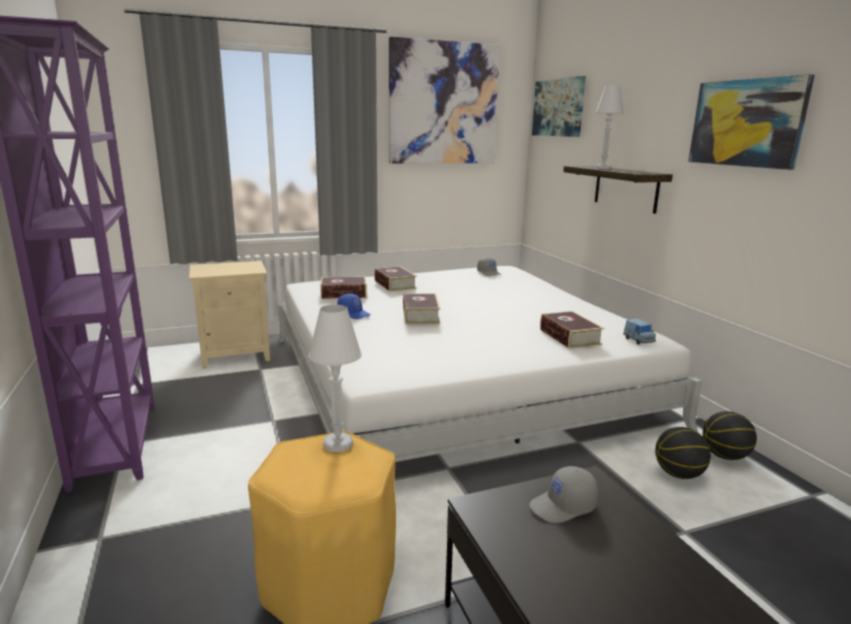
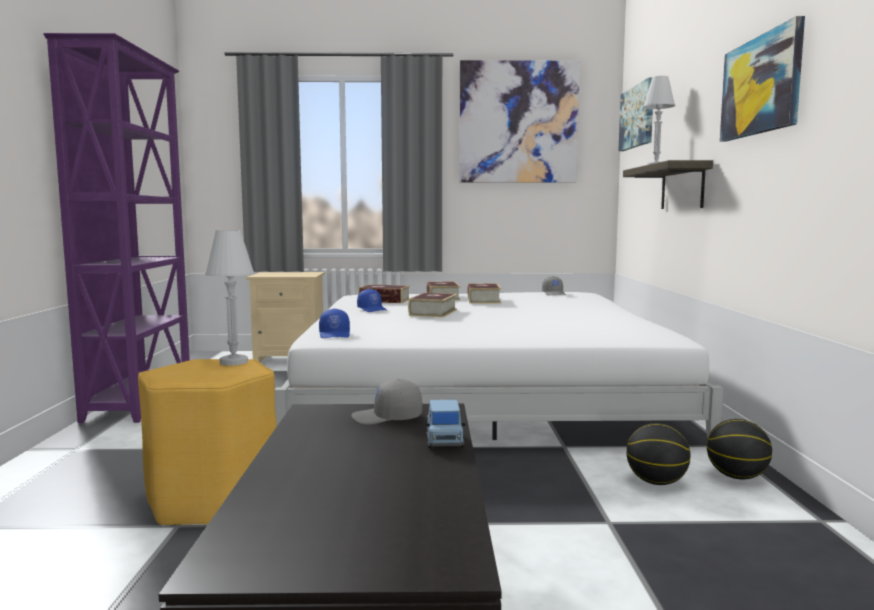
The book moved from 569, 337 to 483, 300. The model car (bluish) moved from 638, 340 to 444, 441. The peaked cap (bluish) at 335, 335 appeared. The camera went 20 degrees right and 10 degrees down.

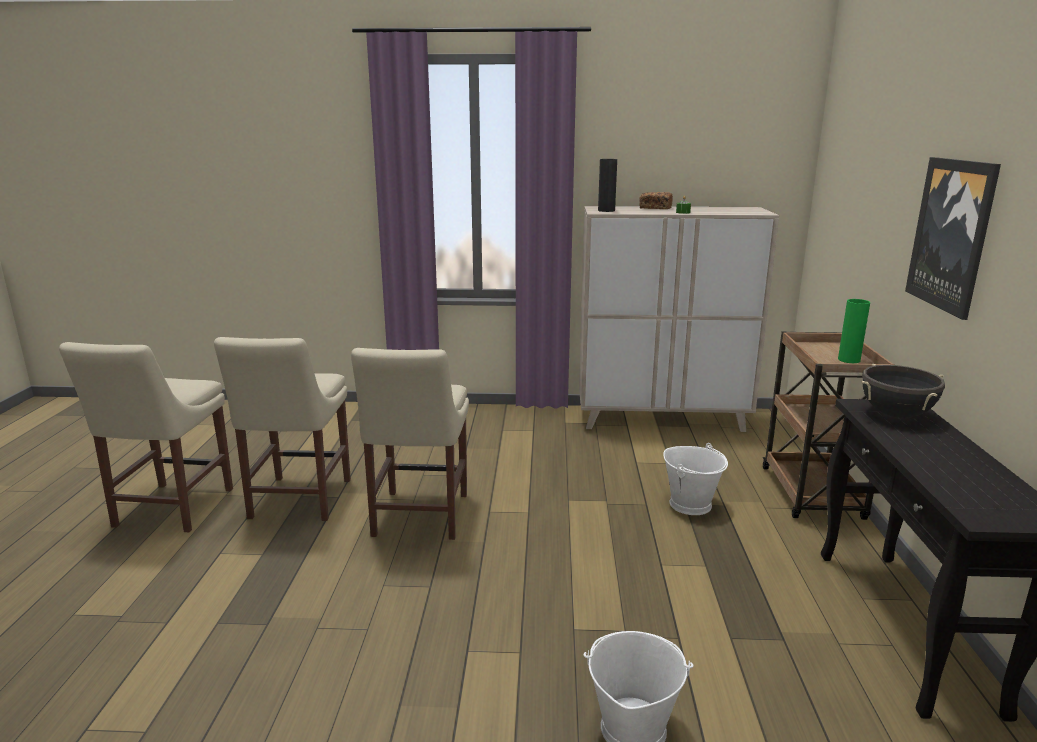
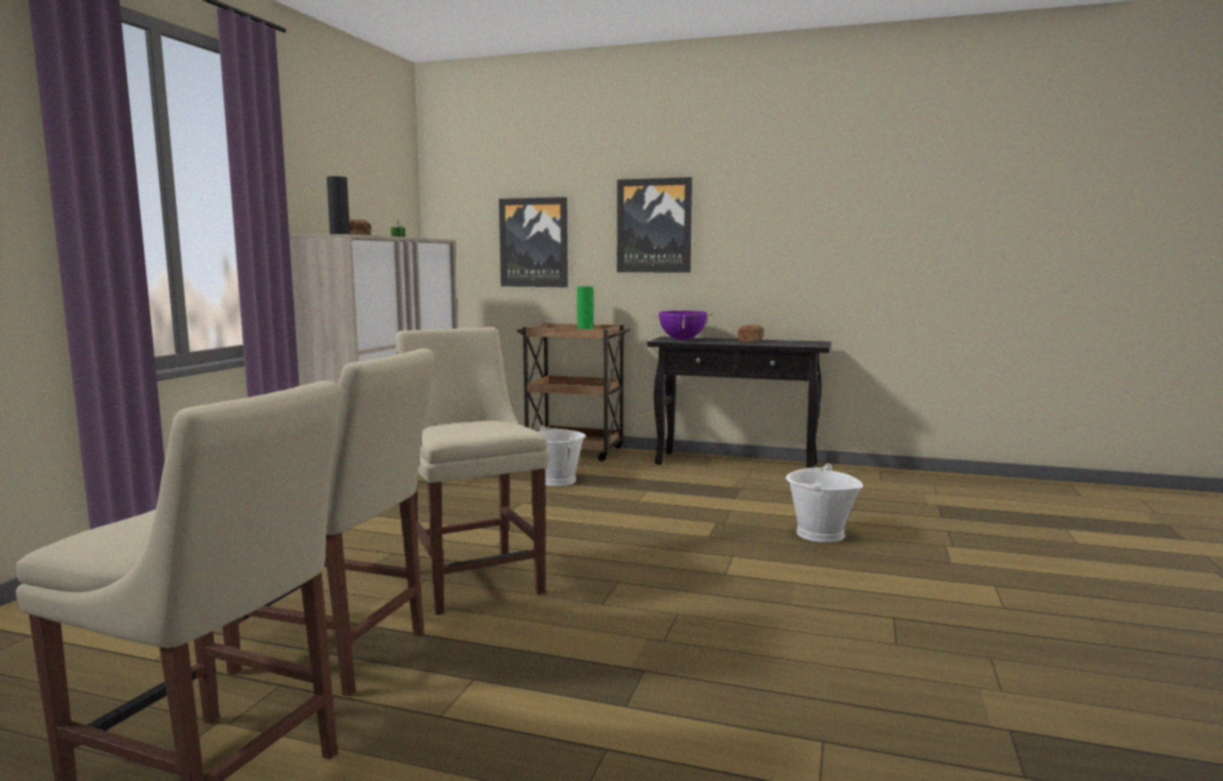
The upright chair (sand-coloured) at 419, 517 turned 135 degrees counterclockwise. The stockpot (black) at 896, 415 became the stockpot (purple) at 682, 339. The wall picture at 534, 242 appeared. The bakery bread at 750, 340 appeared. The camera went 75 degrees left and 10 degrees down.

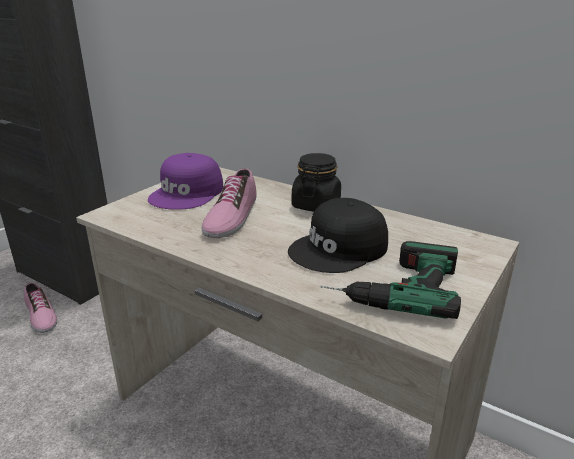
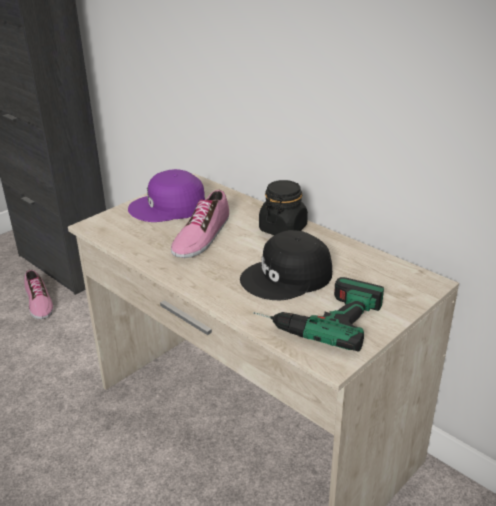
The peaked cap (purple) at 188, 193 turned 45 degrees clockwise. The camera went 10 degrees right and 5 degrees up.

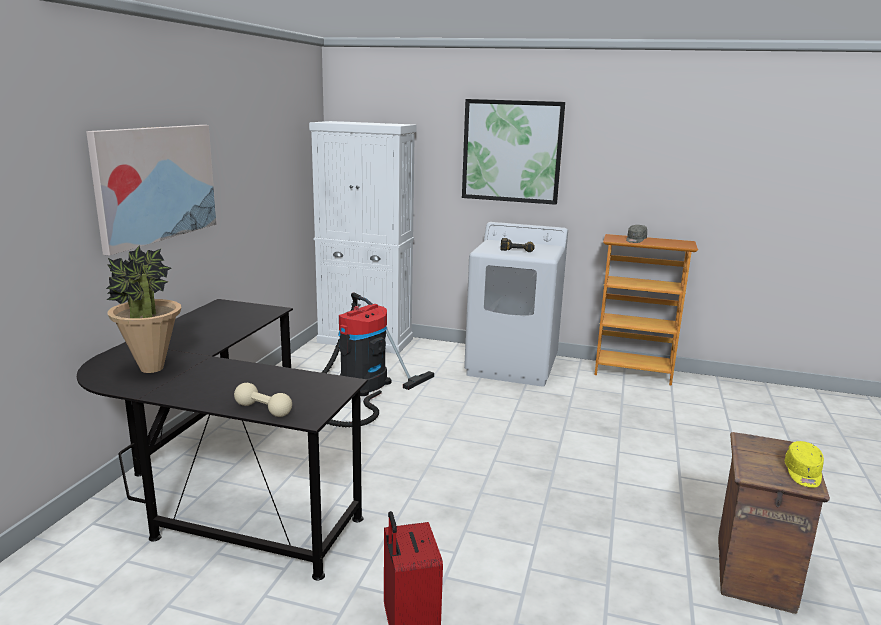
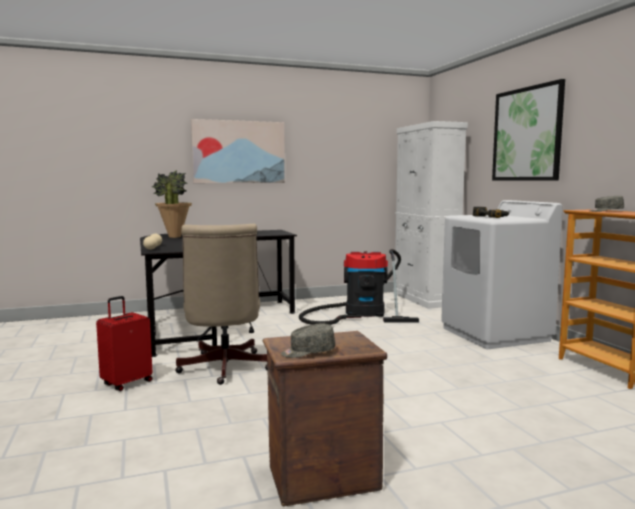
The peaked cap (yellow-coloured) at 803, 473 became the peaked cap (gray) at 308, 352. The computer chair (sand-coloured) at 224, 369 appeared. The camera went 55 degrees right and 10 degrees down.

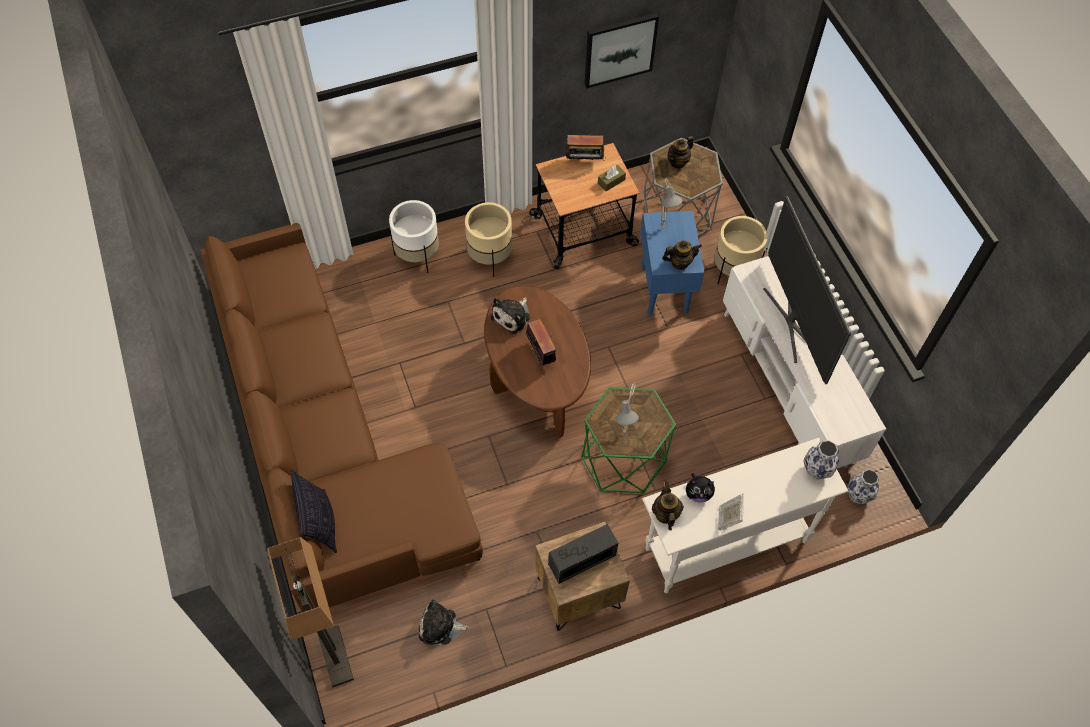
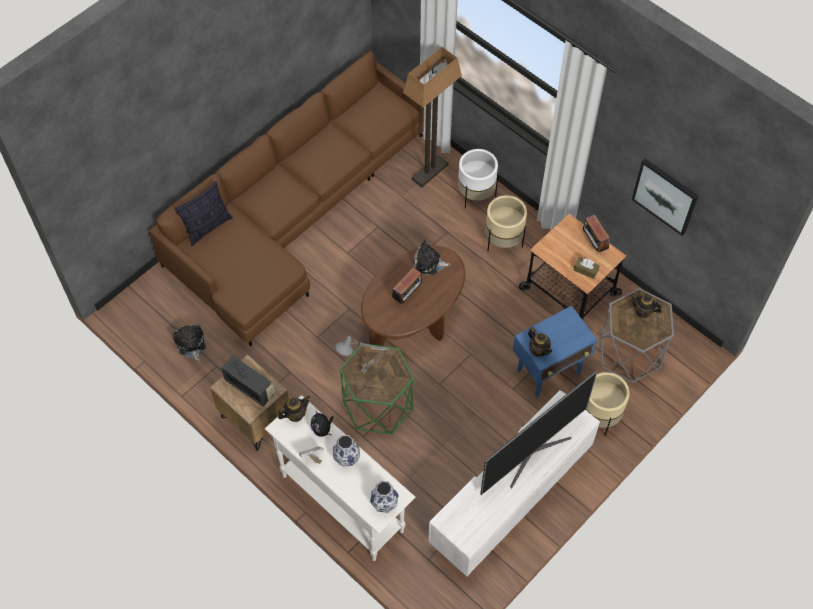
The floor lamp moved from 335, 656 to 430, 171. The lamp for a table (gray) at 663, 229 disappeared. The decorative vase moved from 859, 495 to 346, 459. The camera went 65 degrees right and 0 degrees up.

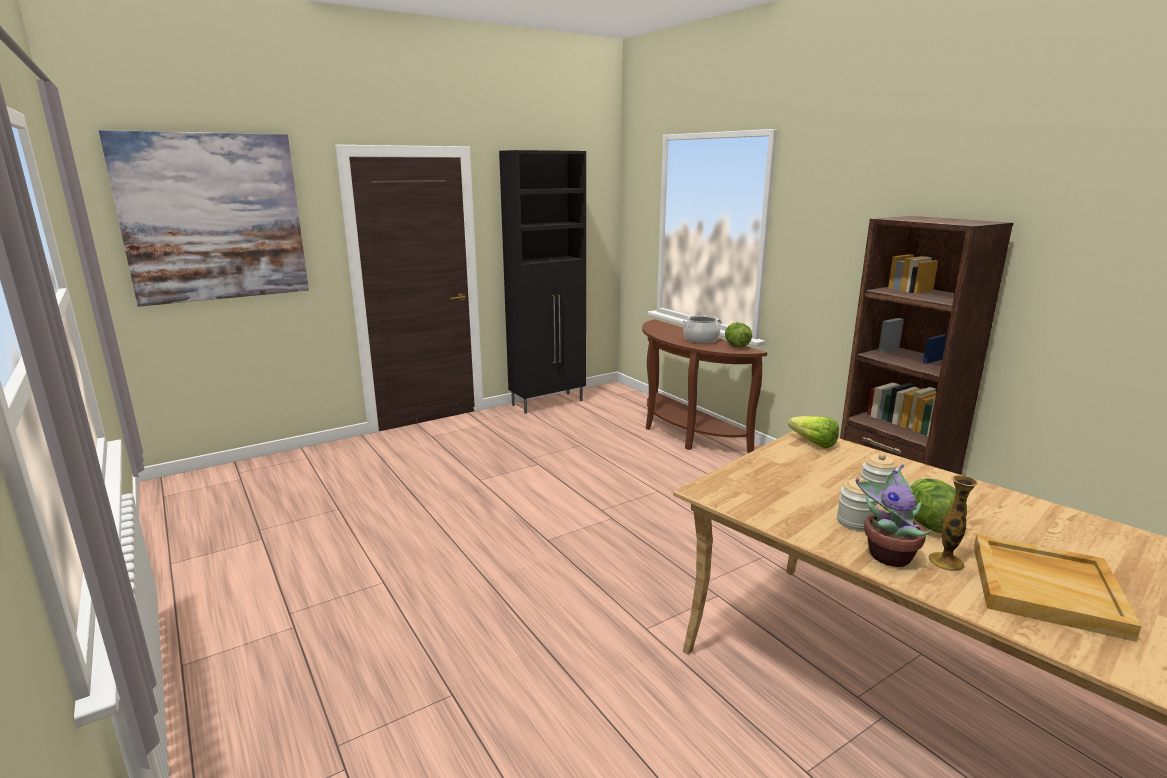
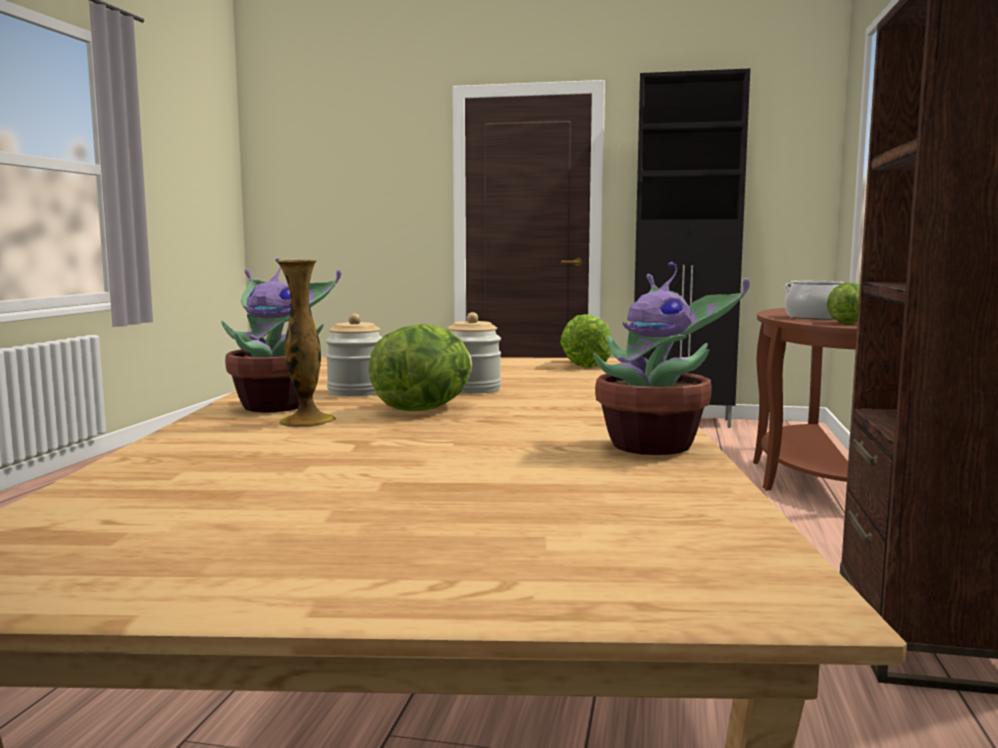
The wall picture at 213, 218 disappeared. The tray (sand-coloured) at 1047, 588 disappeared. The houseplant at 656, 446 appeared. The camera went 45 degrees right and 10 degrees down.

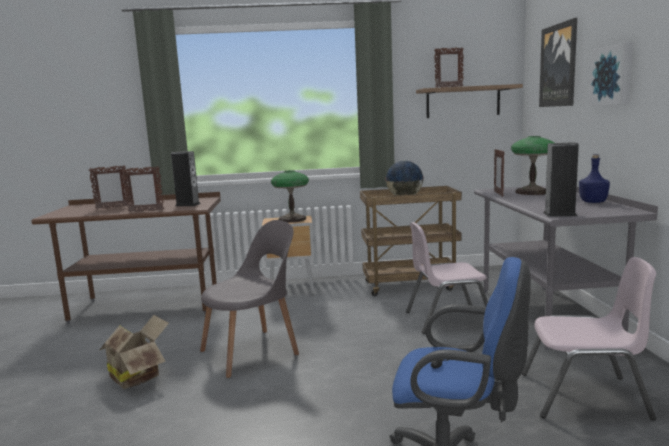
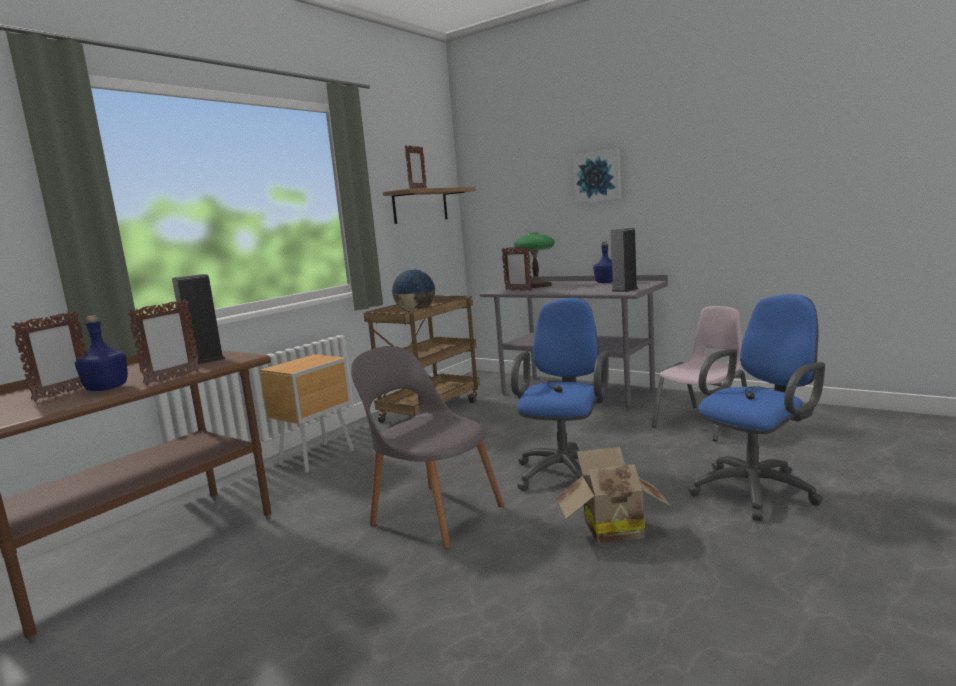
The cardboard box moved from 138, 375 to 610, 528. The upright chair (gray) at 253, 351 turned 60 degrees counterclockwise. The lamp for a table at 292, 219 disappeared. The upright chair (pink) at 448, 319 disappeared. The wall picture at 559, 65 disappeared. The beverage bottle (bluish) at 106, 388 appeared. The computer chair (bluish) at 566, 471 appeared. The camera went 50 degrees left and 0 degrees up.

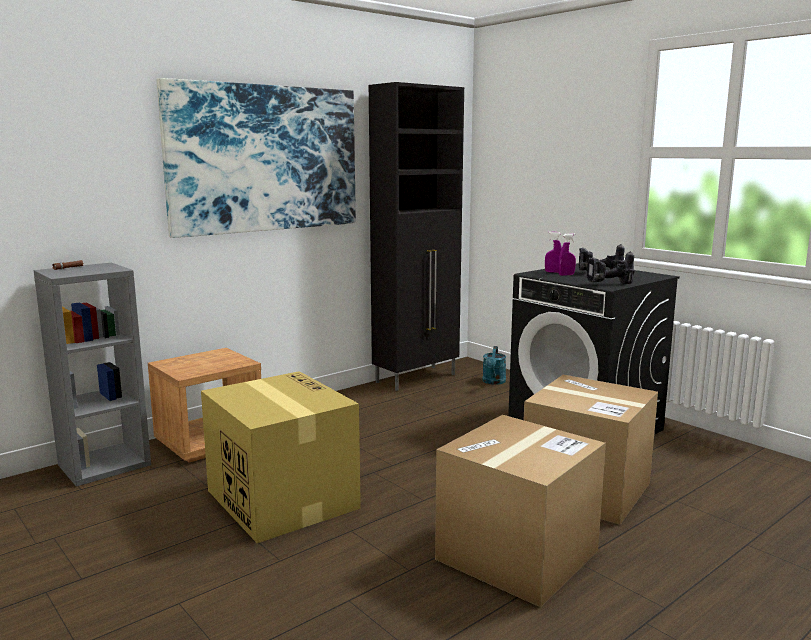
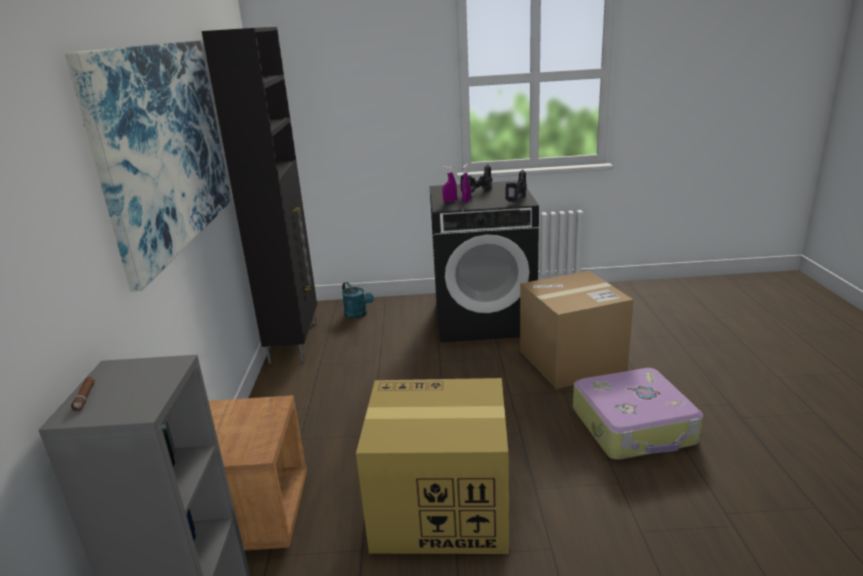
The cardboard box at 517, 555 was replaced by the suitcase at 634, 426. The camera went 50 degrees left and 10 degrees up.

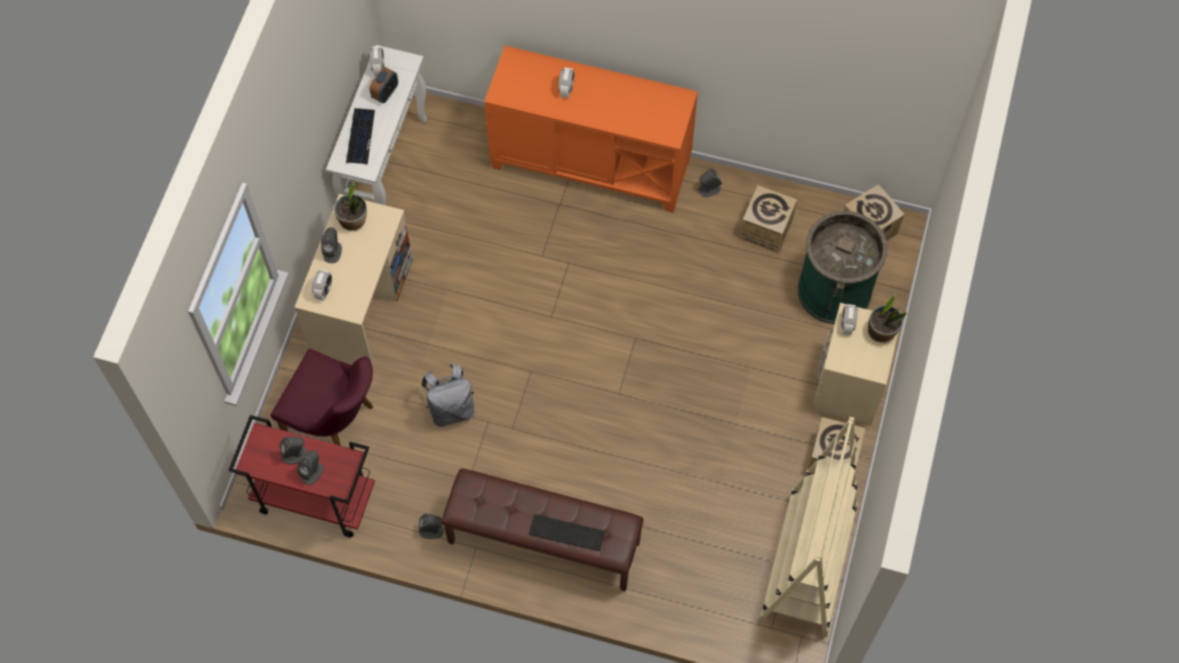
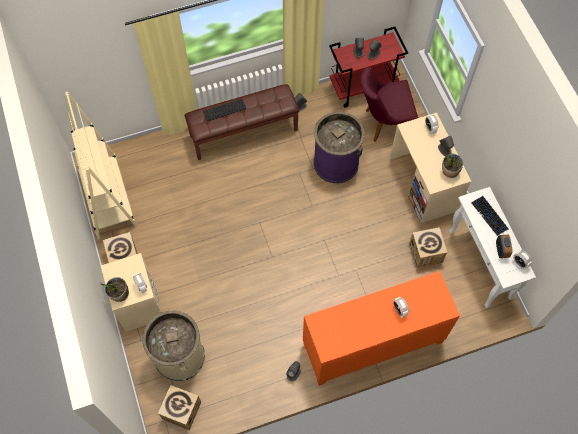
The backpack (gray) at 451, 409 was replaced by the waste bin (purple) at 336, 163. The cardboard box moved from 766, 229 to 425, 253. The waste bin (green) at 834, 290 became the waste bin (sand-coloured) at 179, 356. The camera went 145 degrees right and 0 degrees up.

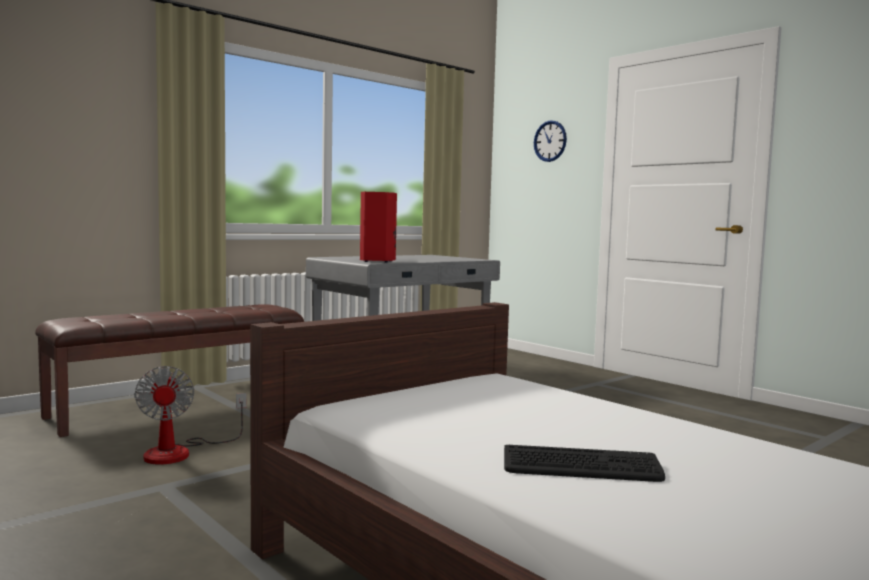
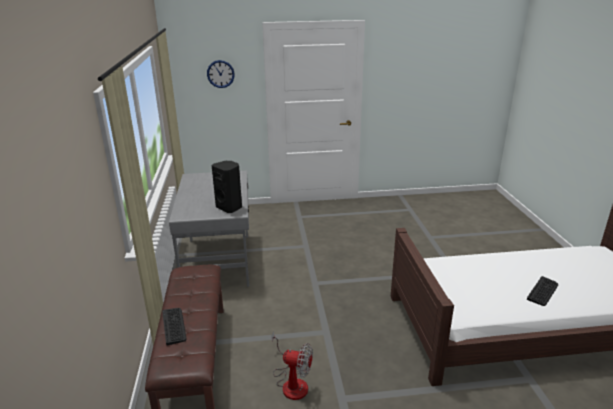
The speaker (reddish) at 378, 261 became the speaker (black) at 230, 207. The keyboard at 174, 326 appeared. The camera went 55 degrees left and 20 degrees up.

